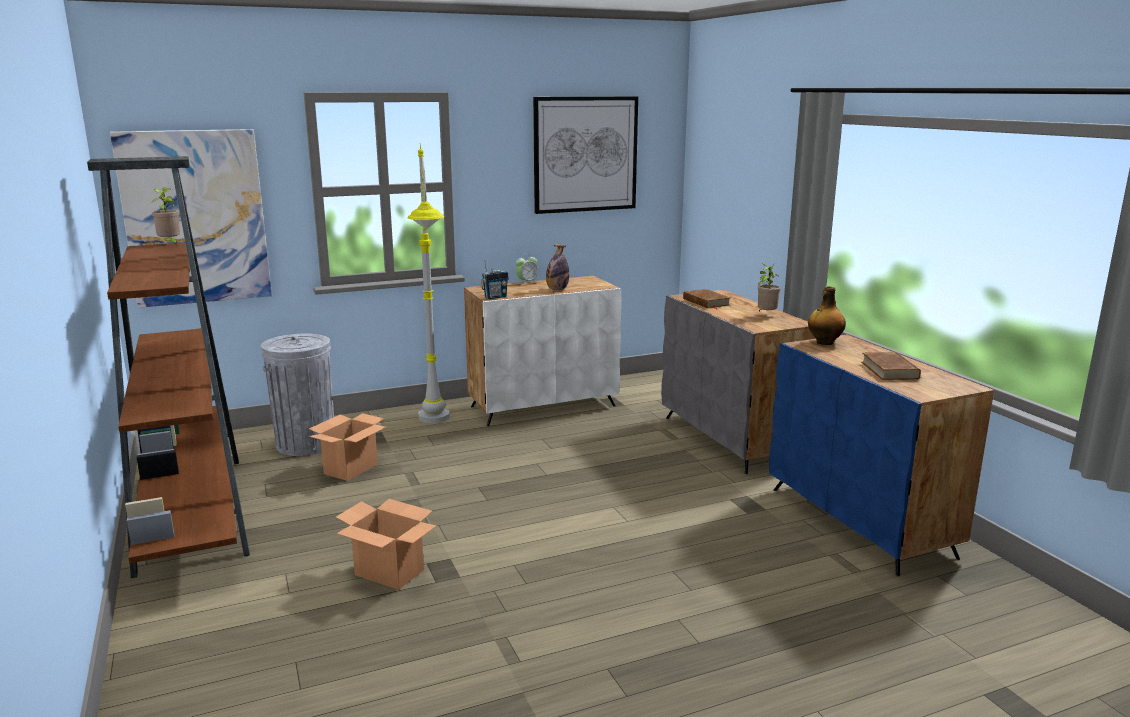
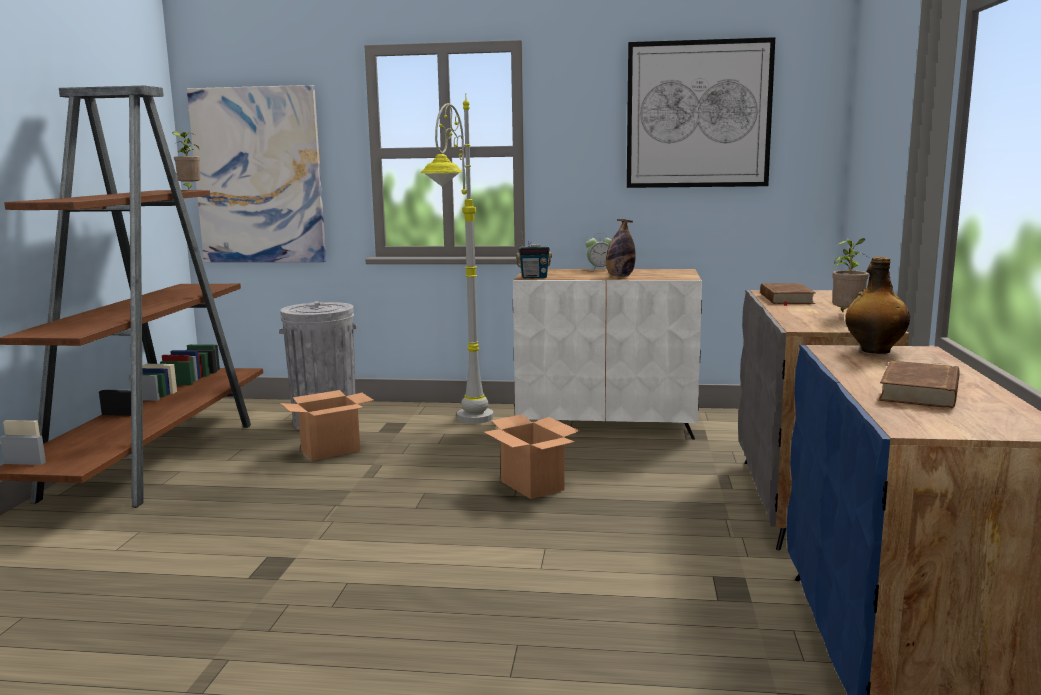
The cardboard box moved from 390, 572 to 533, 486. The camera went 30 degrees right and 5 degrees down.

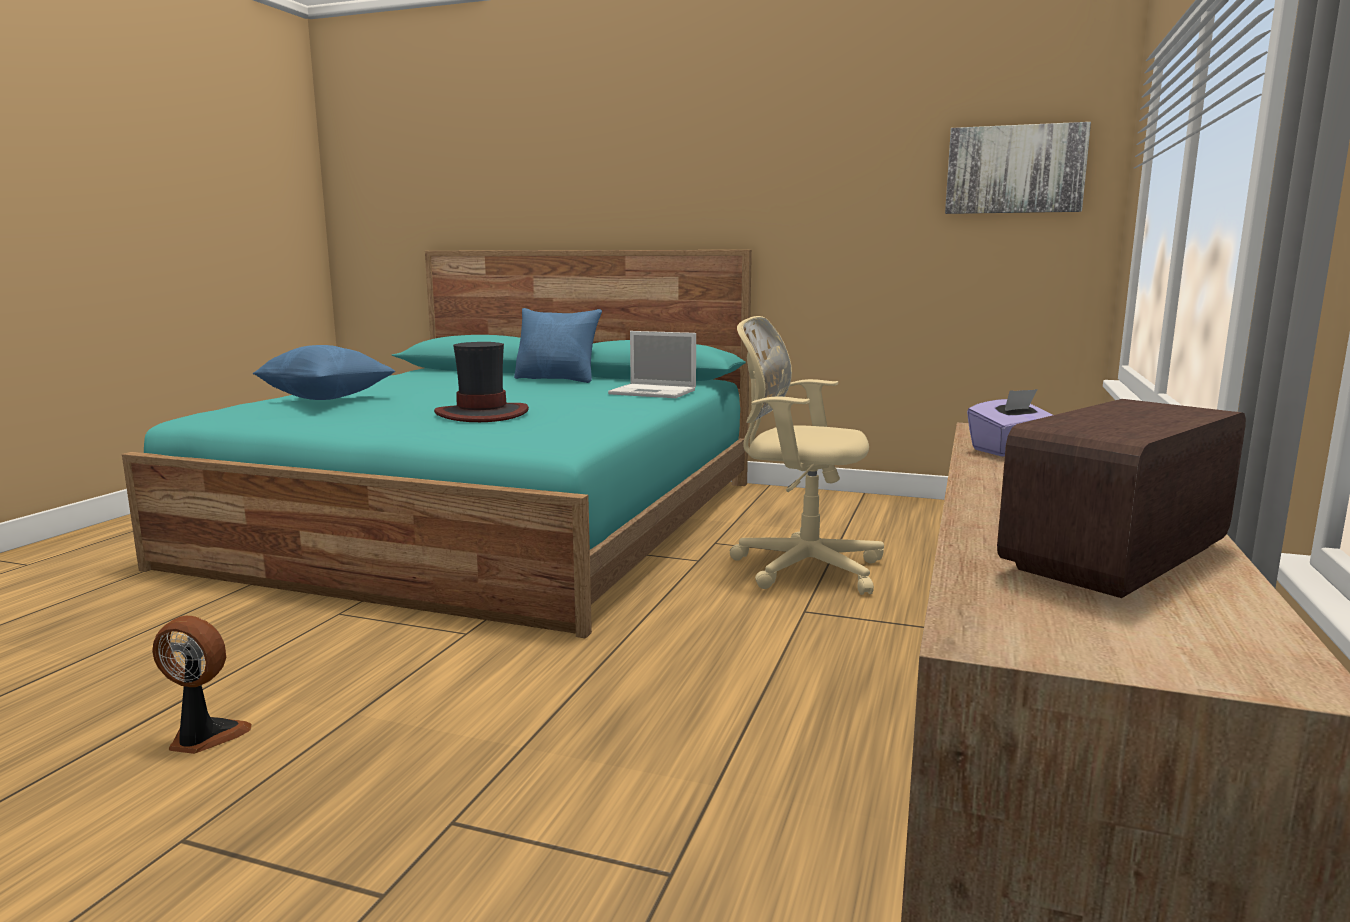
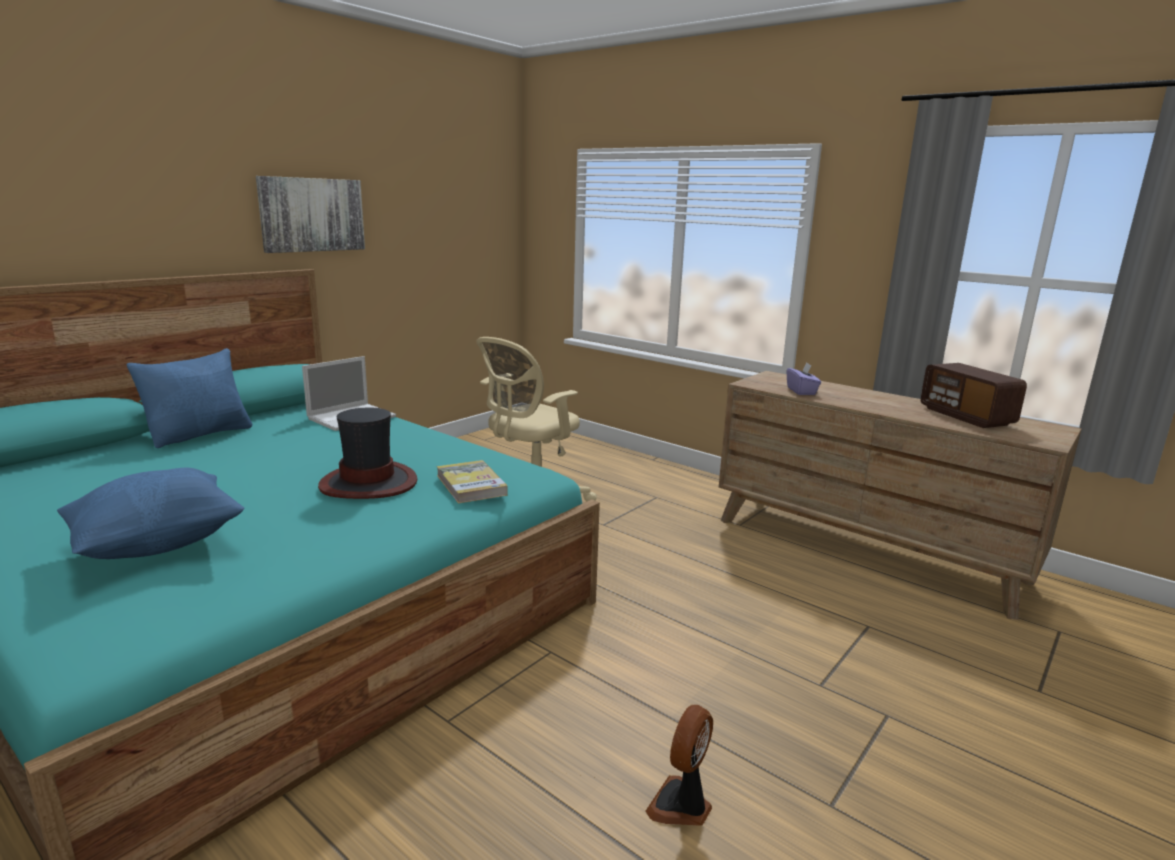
The wall picture moved from 1015, 169 to 312, 214. The book at 471, 485 appeared. The camera went 70 degrees left and 5 degrees up.

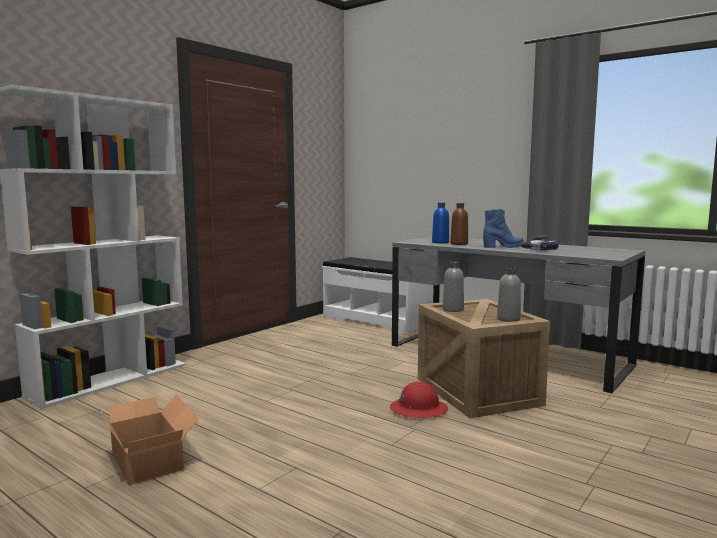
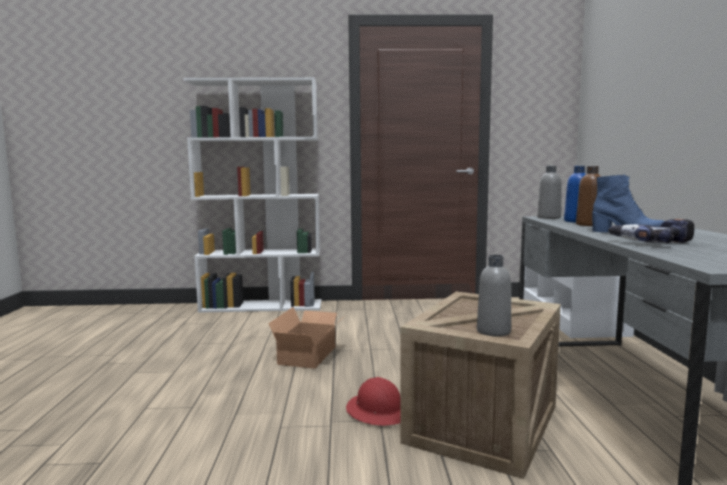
The cardboard box moved from 150, 459 to 310, 355. The beverage bottle (gray) moved from 453, 309 to 548, 217. The camera went 50 degrees right and 0 degrees up.

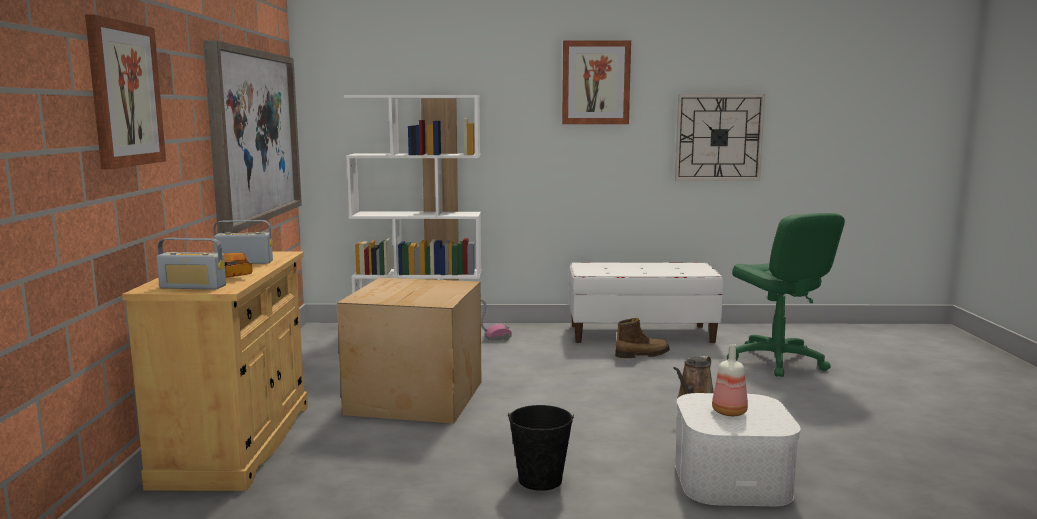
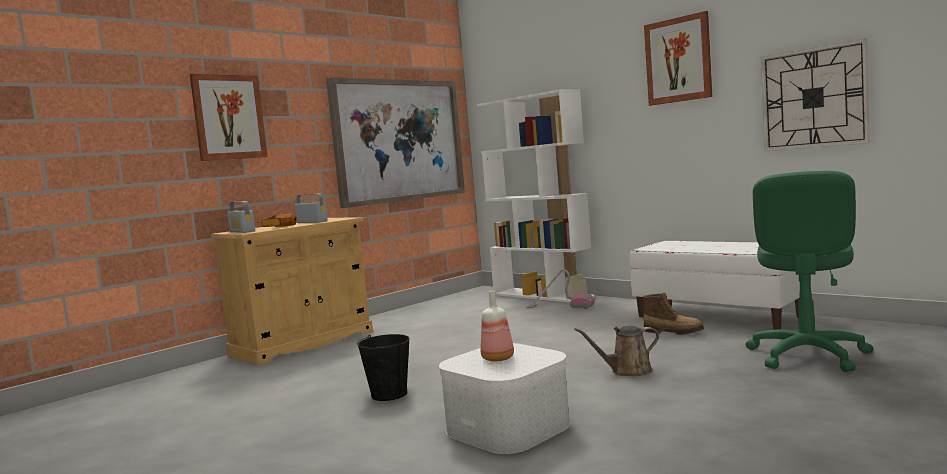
The cardboard box at 413, 398 disappeared. The camera went 45 degrees right and 5 degrees down.

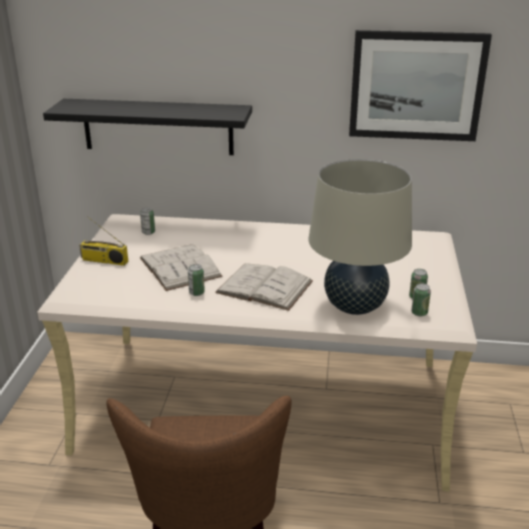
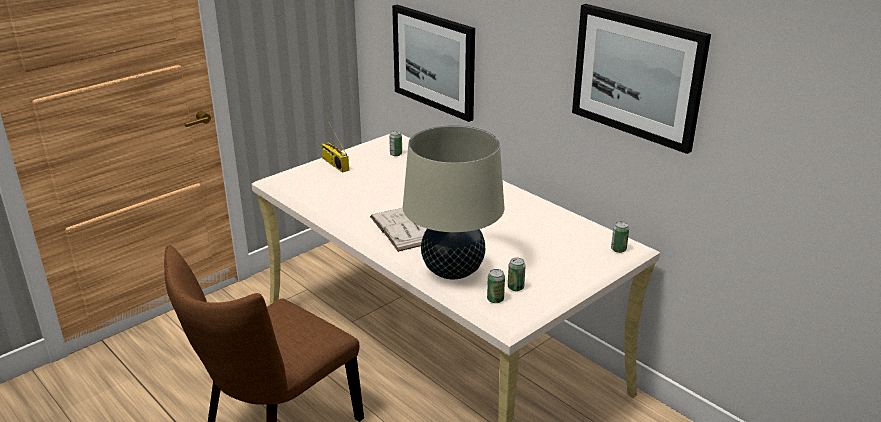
The bracket shelf (black) at 158, 127 was replaced by the wall picture at 434, 61. The book (white-coloured) at 180, 267 disappeared. The can moved from 196, 293 to 618, 249. The camera went 40 degrees right and 0 degrees up.

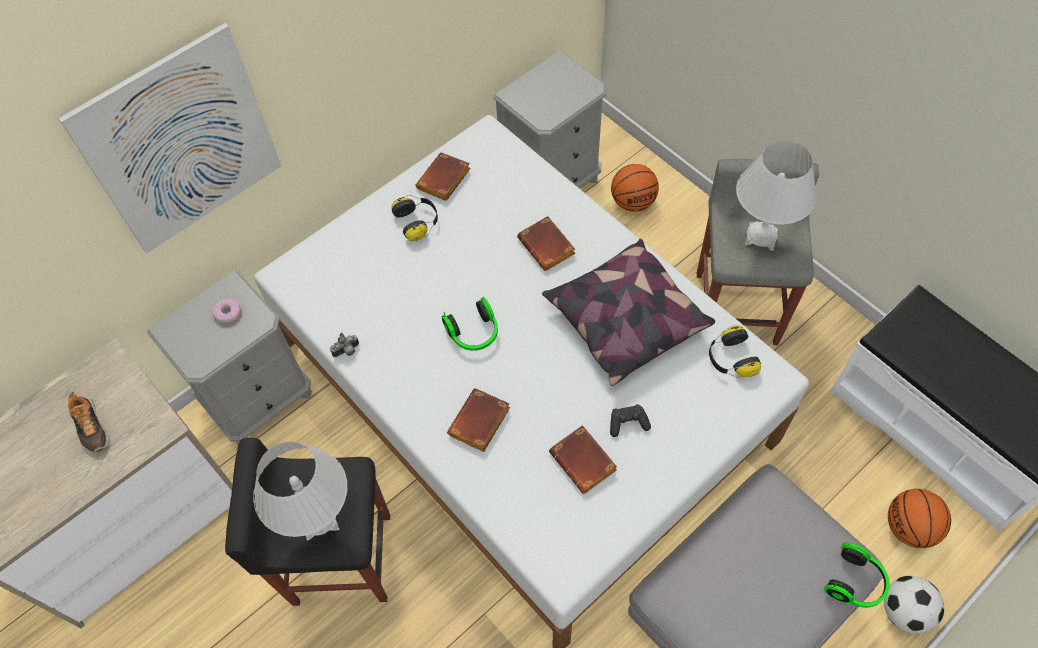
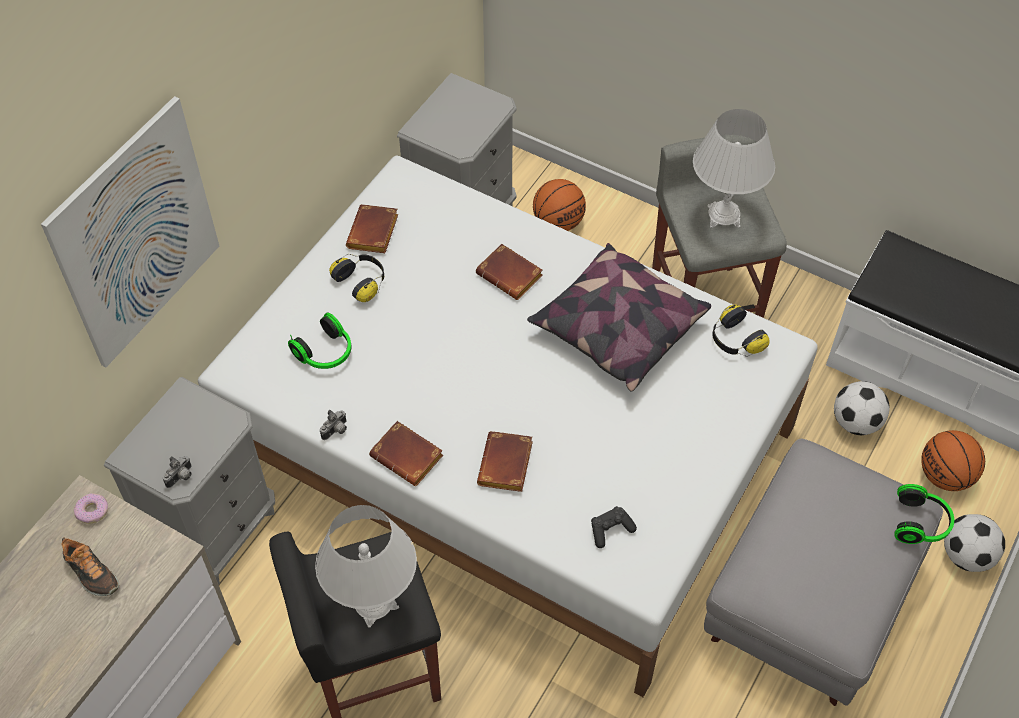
The doughnut moved from 228, 313 to 92, 511. The headset moved from 474, 333 to 326, 353. The book (brown) moved from 585, 462 to 409, 457. The game controller (black) moved from 628, 423 to 610, 530. The still camera at 181, 477 appeared. The football at 856, 422 appeared. The camera went 20 degrees left and 5 degrees down.

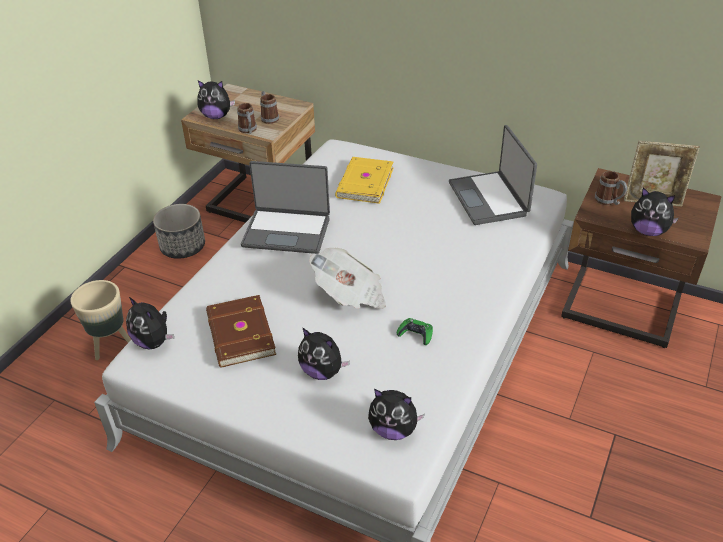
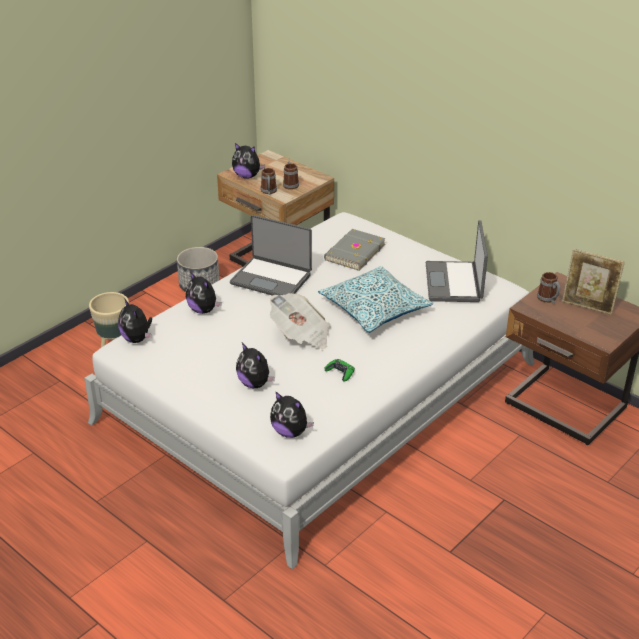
The book (brown) at 239, 334 disappeared. The book (yellow-coloured) at 363, 183 became the book (gray) at 353, 252. The cuddly toy moved from 648, 231 to 203, 310. The pillow at 374, 309 appeared. The camera went 15 degrees right and 5 degrees down.

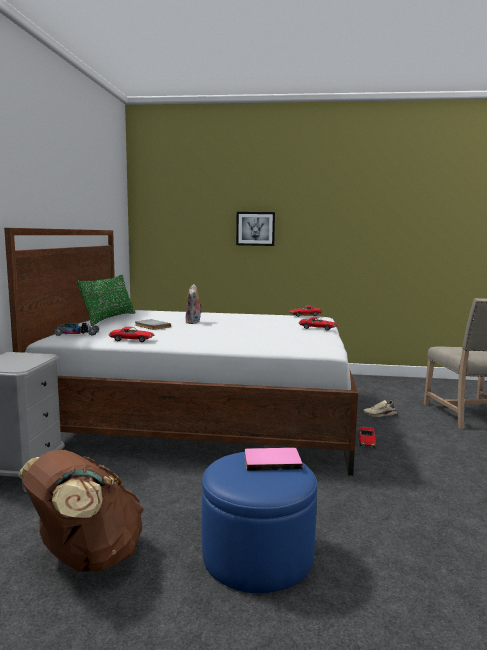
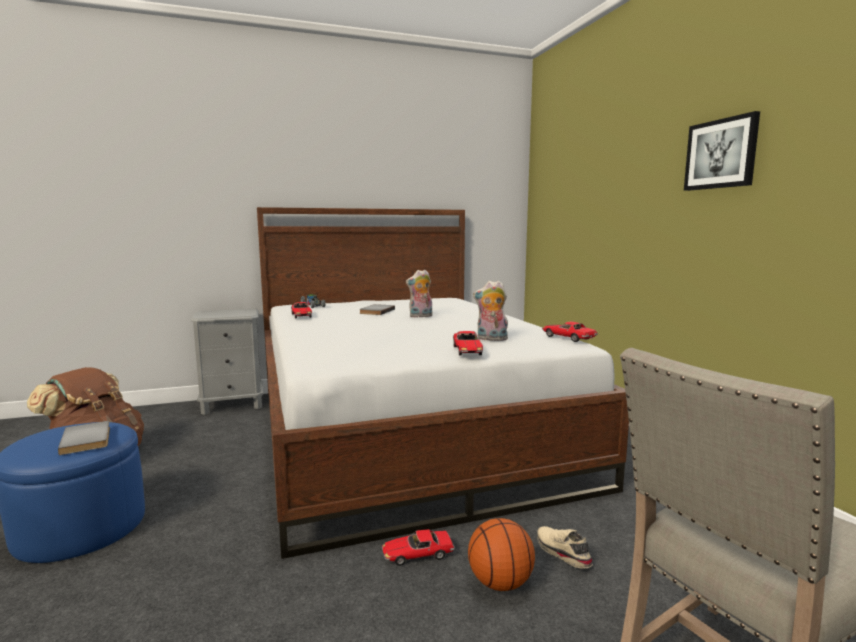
The pillow (green) at 109, 319 disappeared. The wall picture moved from 255, 228 to 721, 154. The book (pink) at 272, 461 became the book (gray) at 88, 439. The basketball ball at 500, 582 appeared. The cuddly toy at 491, 339 appeared. The camera went 65 degrees right and 0 degrees up.

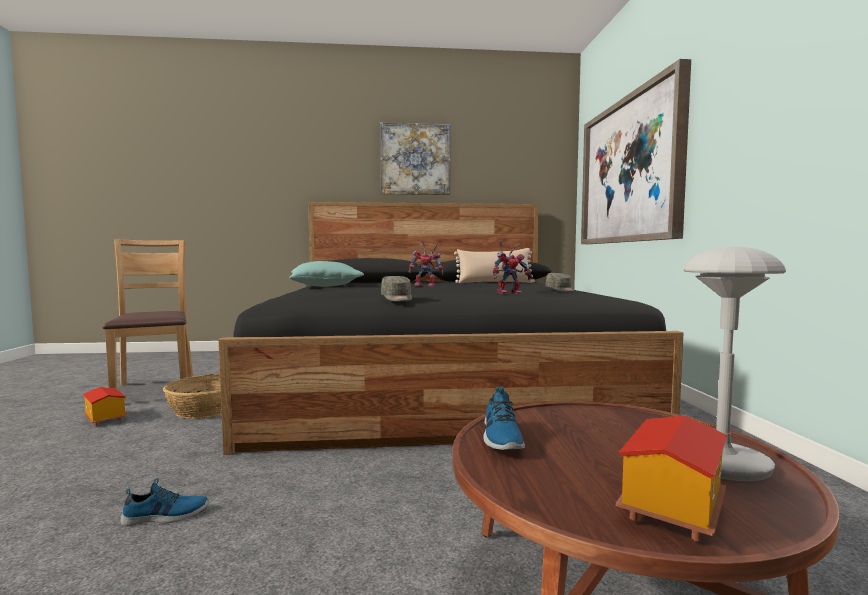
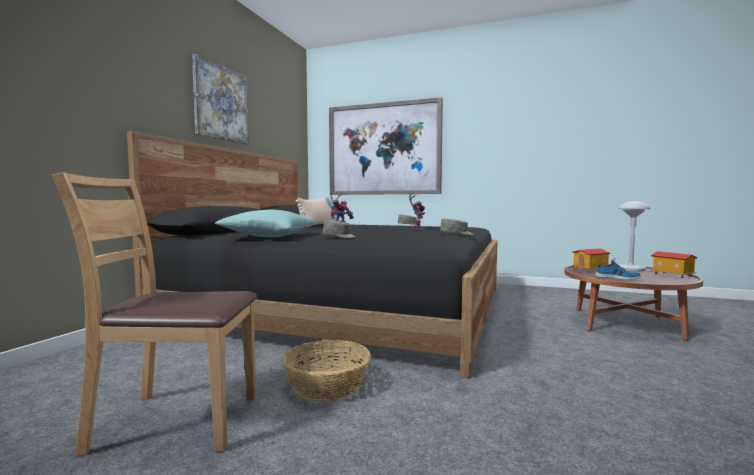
The model house moved from 104, 419 to 590, 269. The item of footwear at 165, 516 disappeared. The peaked cap (gray) at 339, 237 appeared. The camera went 65 degrees left and 0 degrees up.

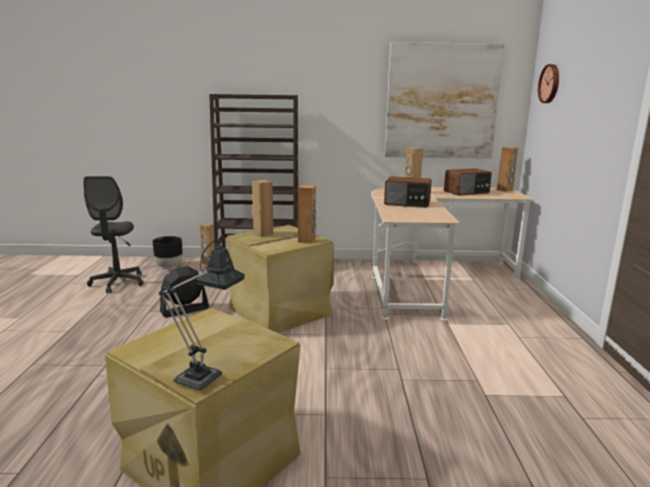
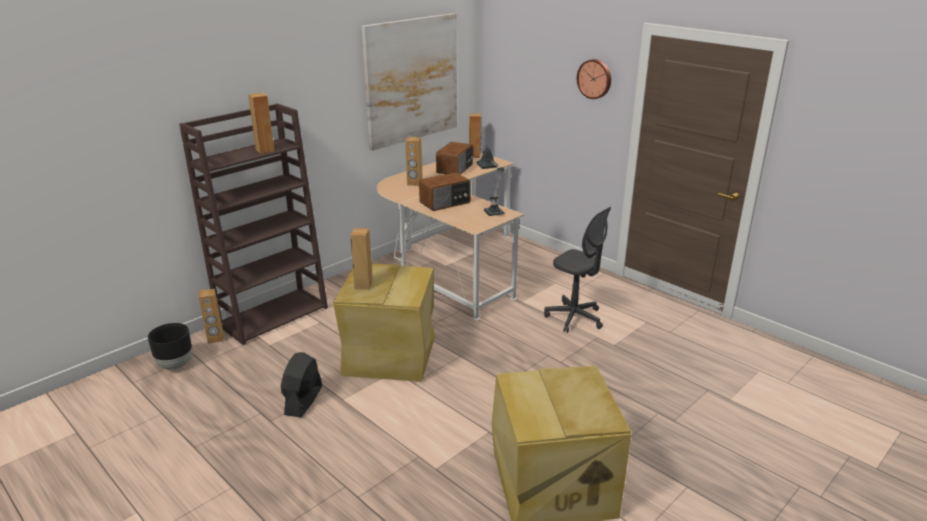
The computer chair (gray) moved from 118, 283 to 574, 318. The lamp for a table moved from 205, 374 to 492, 211. The speaker (brown) moved from 307, 240 to 265, 150. The wall clock moved from 550, 83 to 595, 78. The camera went 45 degrees left and 10 degrees up.

